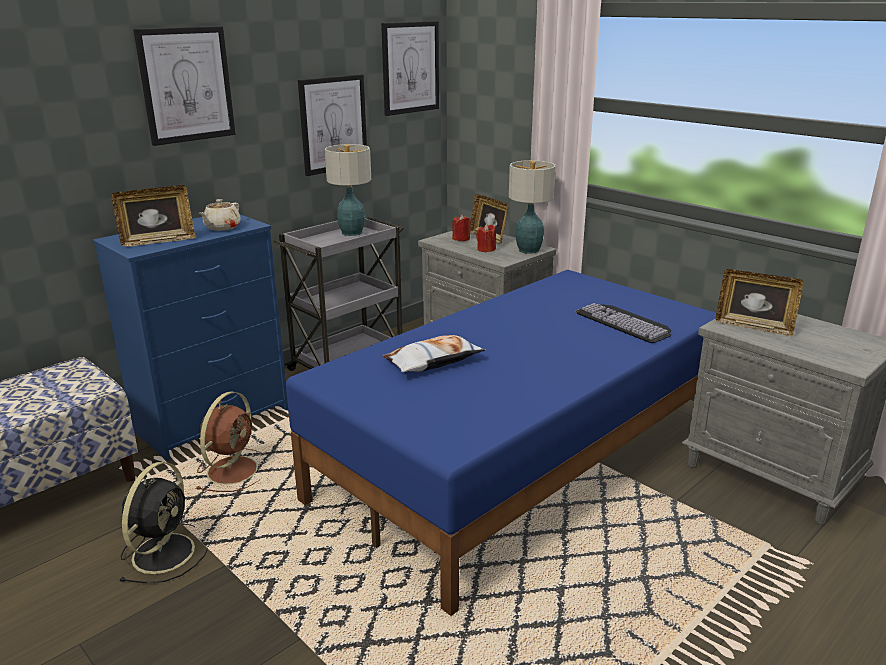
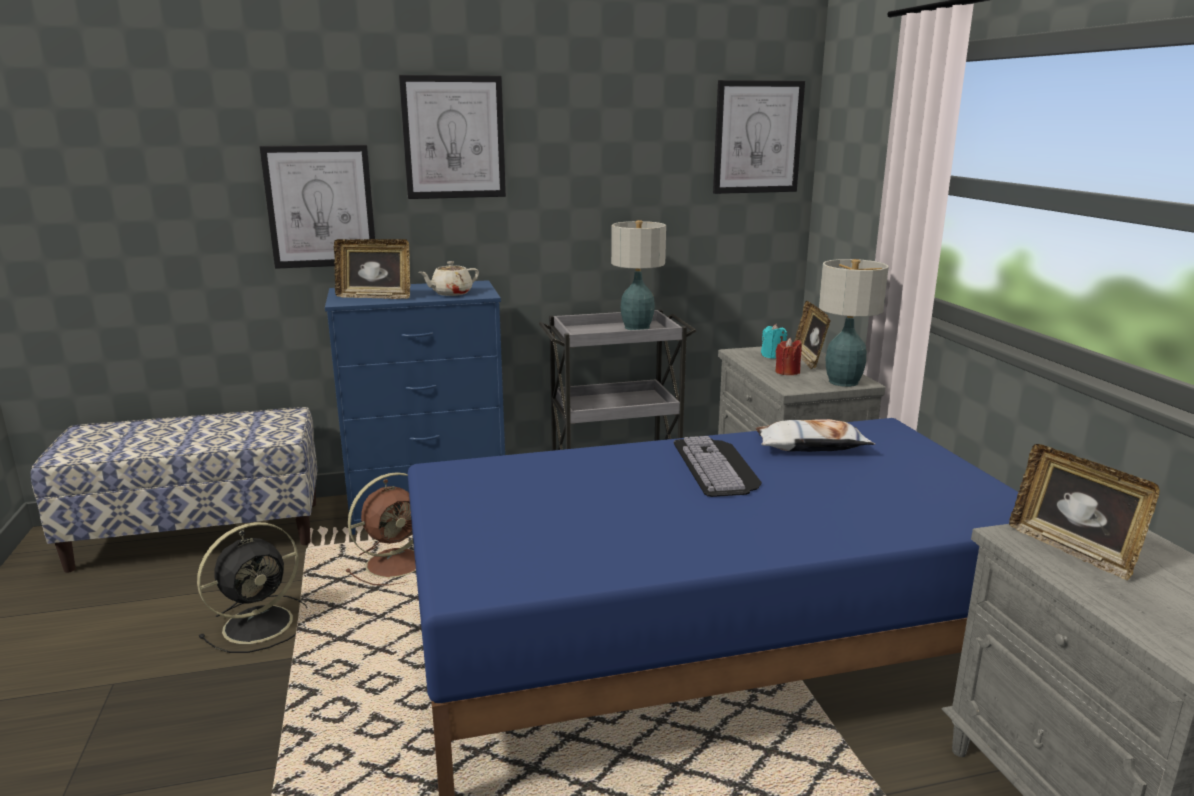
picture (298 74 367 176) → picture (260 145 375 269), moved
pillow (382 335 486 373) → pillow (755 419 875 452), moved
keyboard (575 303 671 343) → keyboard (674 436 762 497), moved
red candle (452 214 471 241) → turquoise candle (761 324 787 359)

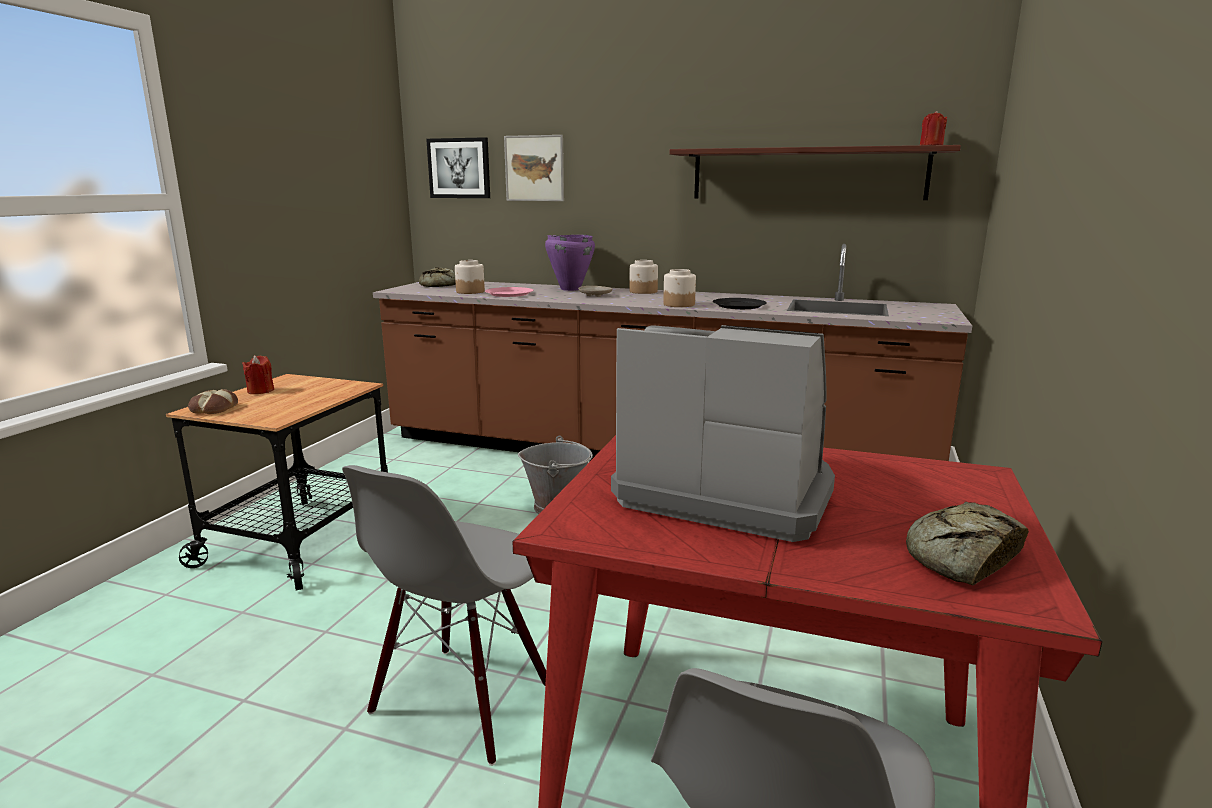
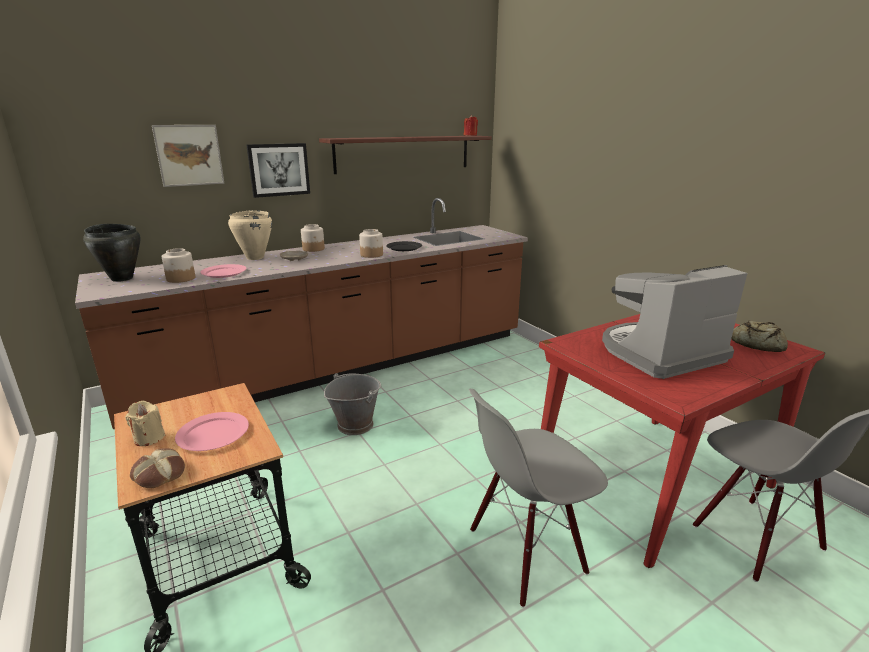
- → pink plate (175 412 249 451)
picture (426 137 490 198) → picture (246 143 310 198), moved
bread (419 267 456 287) → black cooking pot (83 224 141 282)
red candle (242 355 274 394) → beige candle (125 401 165 446)
purple cooking pot (545 234 595 291) → beige cooking pot (228 210 272 260)
grey chair (342 465 546 766) → grey chair (469 389 608 608), 90 degrees clockwise

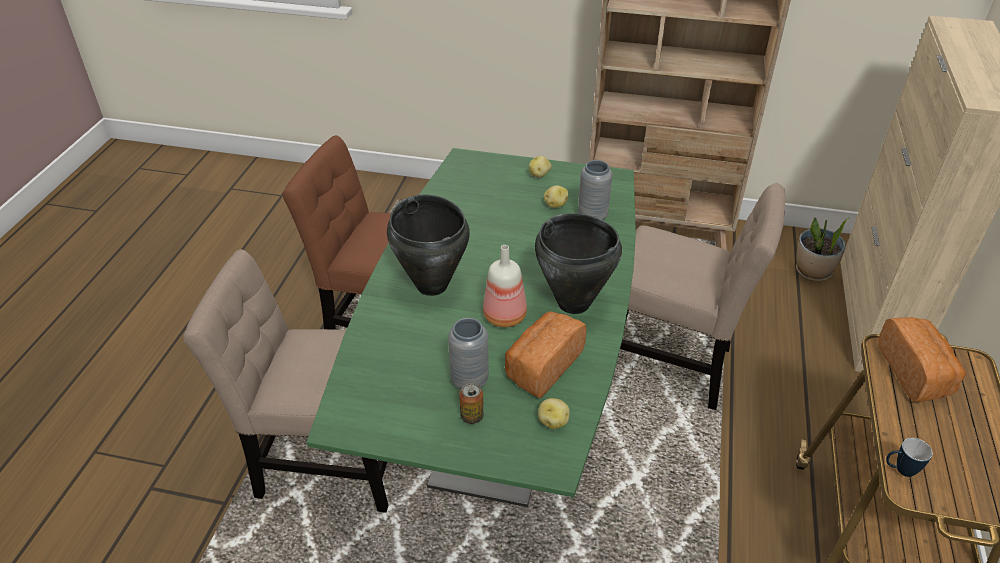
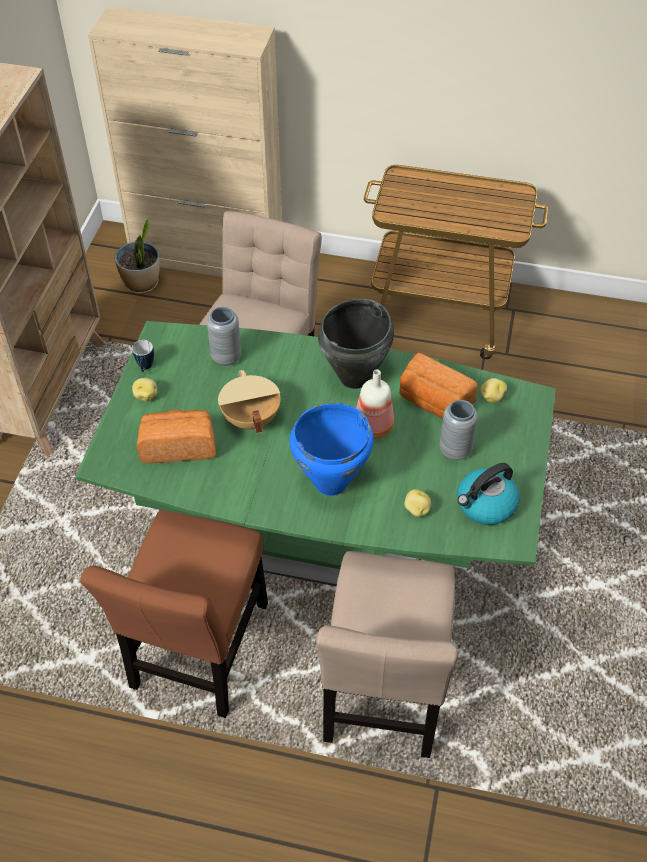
can (459 382 484 424) → -
- → beige cooking pot (218 370 281 433)
- → kettle (457 463 520 525)
potato (544 185 569 208) → potato (404 489 431 517), moved
bread (878 317 966 402) → bread (137 410 216 464), moved
mug (886 438 933 477) → mug (132 340 154 372), moved
black cooking pot (387 195 470 296) → blue cooking pot (289 403 374 496)

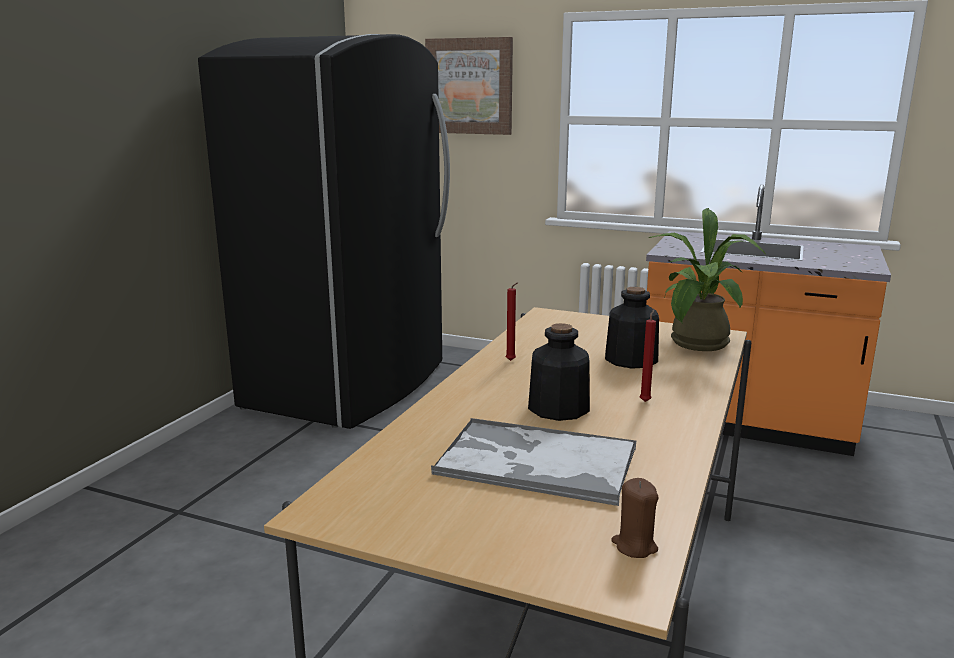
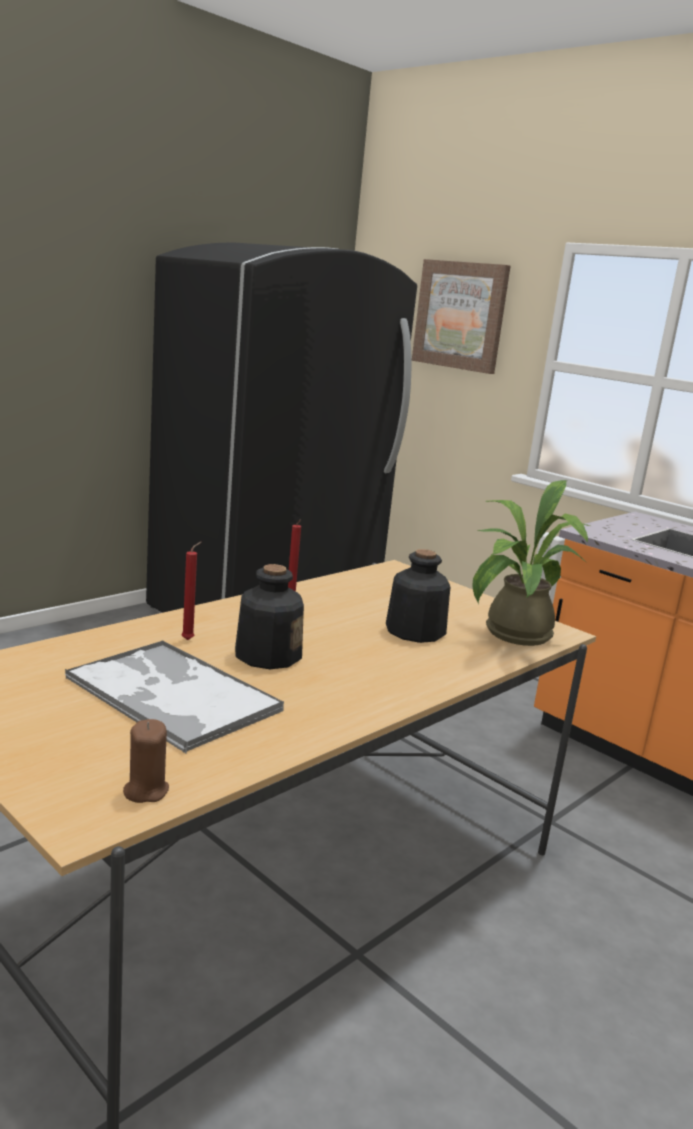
red candle (640 309 656 402) → red candle (182 541 202 640), moved

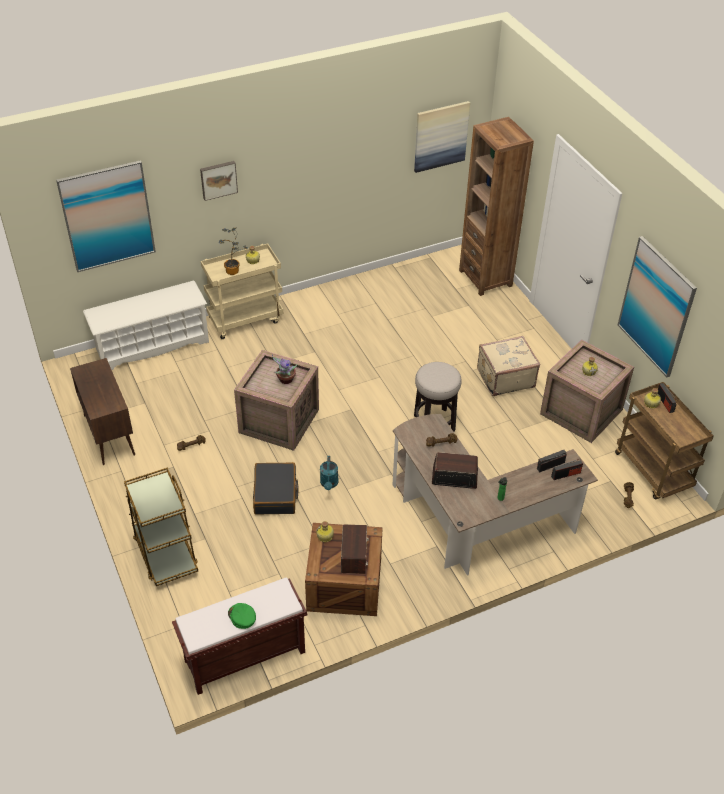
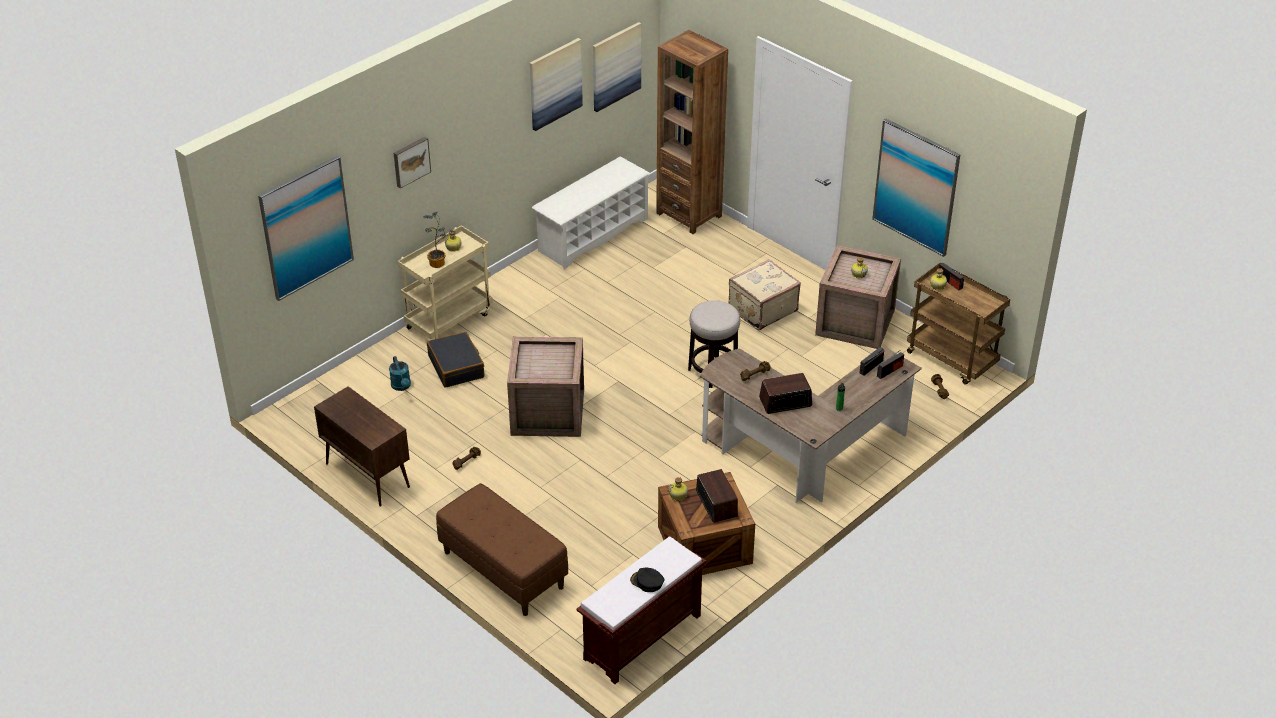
potted plant (272 354 298 384) → -
- → picture (530 38 583 131)
white shoe rack (83 281 209 370) → white shoe rack (532 156 650 269), moved
black suitcase (253 462 299 514) → black suitcase (427 331 484 388), moved
turquoise watering can (320 456 339 490) → turquoise watering can (389 356 411 391), moved
brown cart (124 468 198 586) → brown bench (436 483 568 616)
green cap (228 603 256 629) → black cap (630 568 664 592)

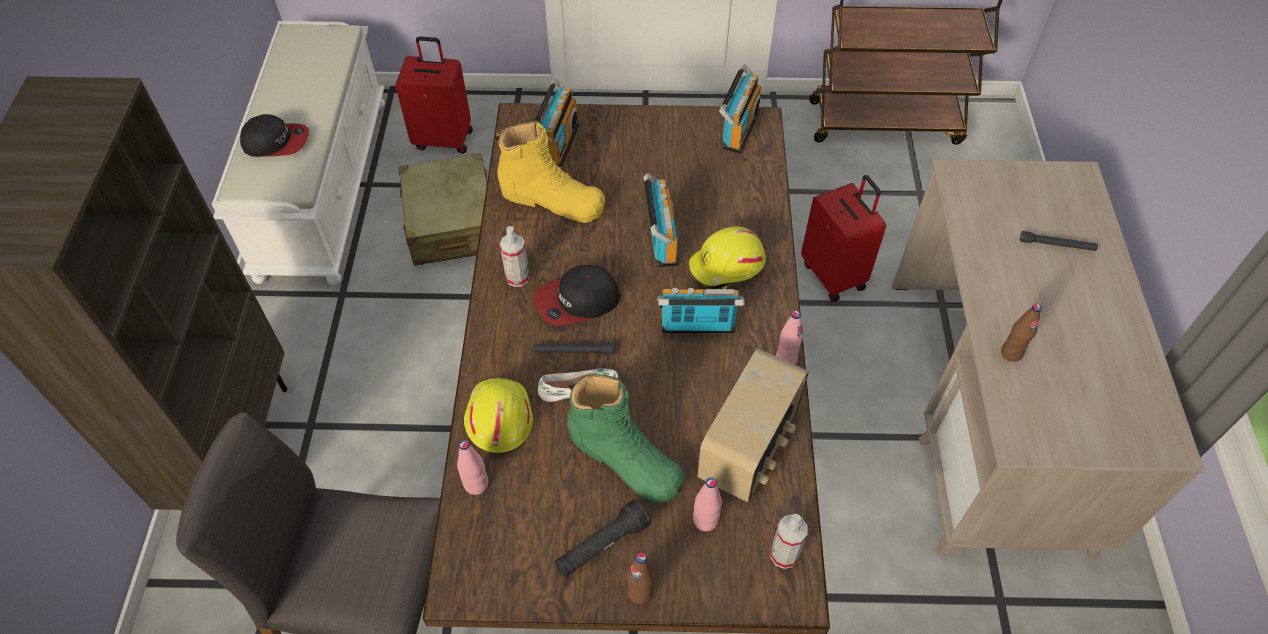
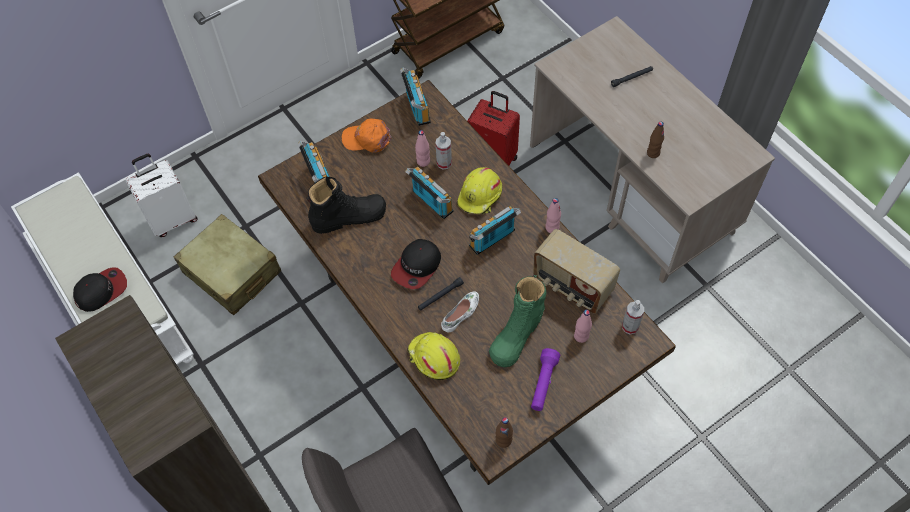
- → orange cap (341 119 392 152)
pink bottle (457 440 488 495) → pink bottle (415 130 430 167), moved
spray bottle (500 226 530 287) → spray bottle (435 132 452 169), moved
brown bottle (627 552 655 605) → brown bottle (495 417 513 448), moved
red suitcase (395 36 473 154) → white suitcase (125 154 197 237)
yellow boot (495 122 605 223) → black boot (307 177 386 234)
black flashlight (554 499 651 578) → purple flashlight (531 348 560 411)
green boot (568 374 684 504) → green boot (489 274 546 367), 120 degrees clockwise
radio (697 348 809 503) → radio (533 229 620 314), 135 degrees clockwise

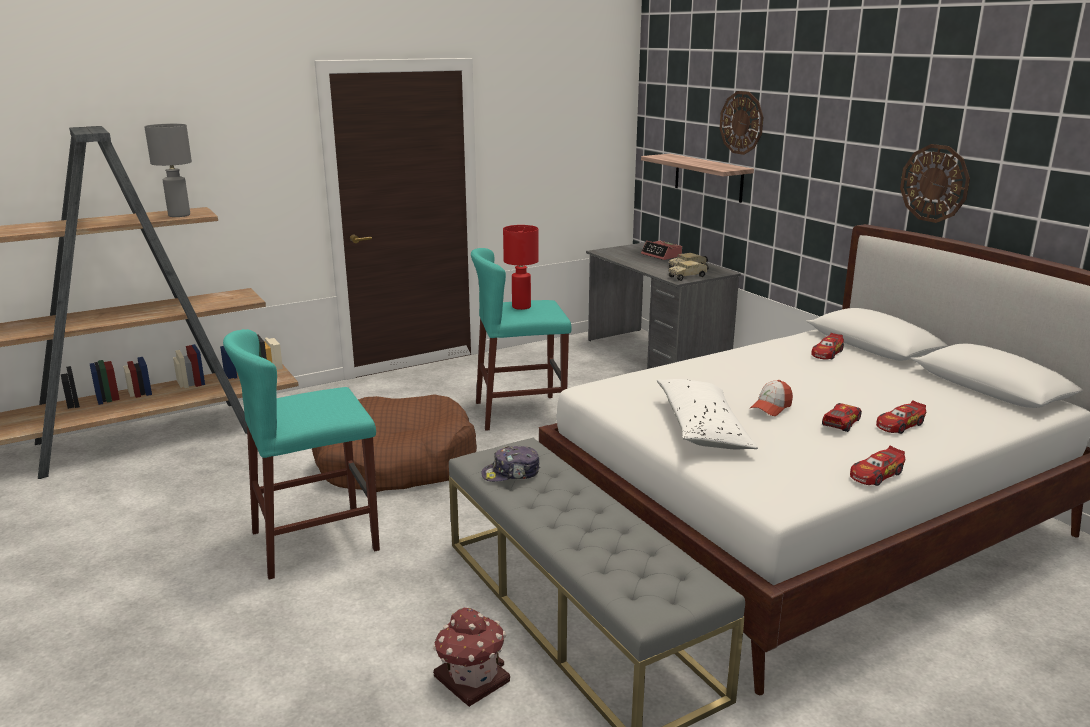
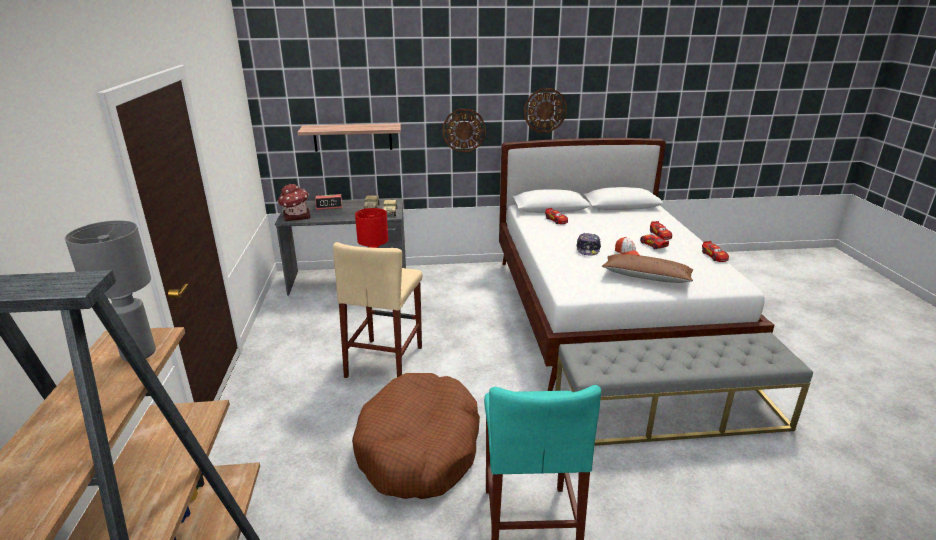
toy house (433 607 510 707) → toy house (277 184 310 221), moved
cap (481 446 540 482) → cap (576 233 601 256), moved
wall clock (720 91 763 155) → wall clock (443 109 486 152), moved
turquoise stool (471 248 572 431) → beige stool (333 242 422 378)
white pillow (657 379 758 449) → brown pillow (602 254 693 283)

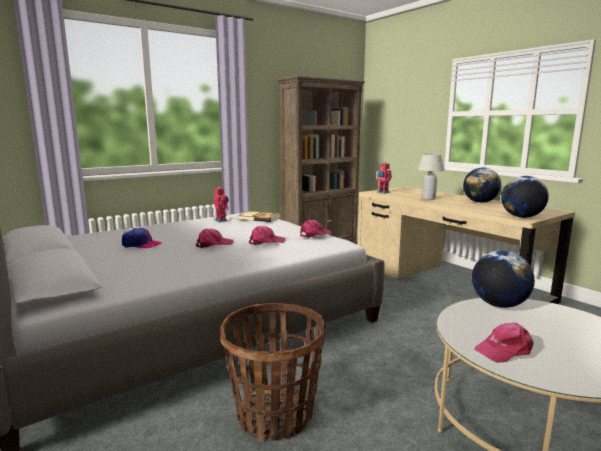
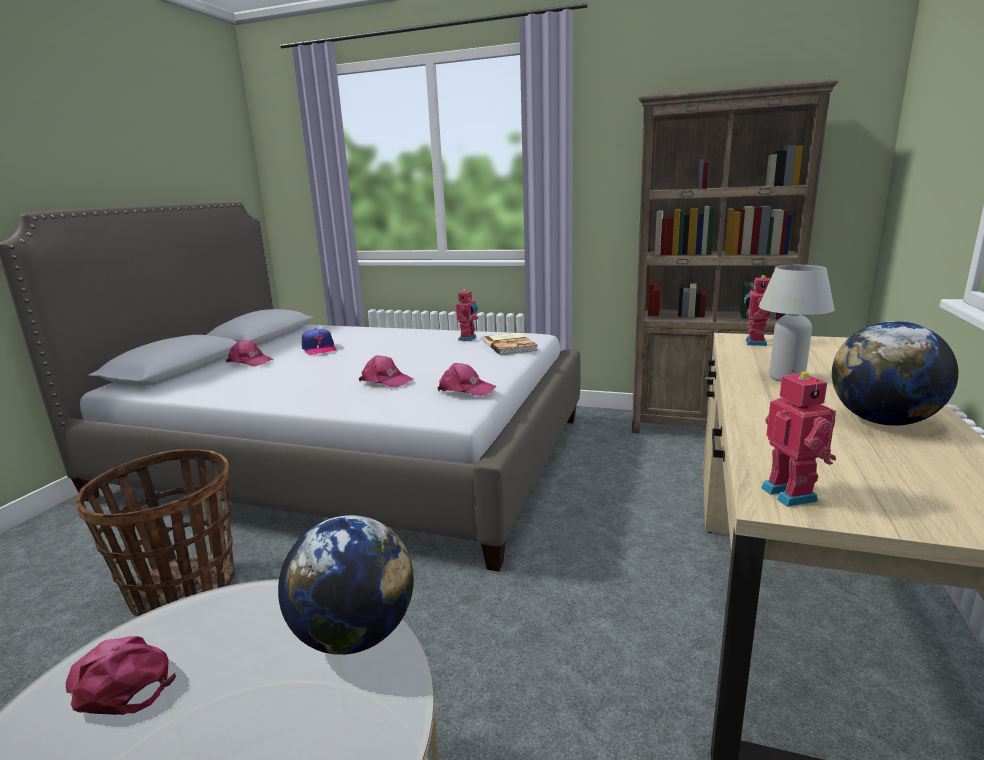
pink cap (196 229 234 248) → pink cap (226 340 274 367), moved
globe (501 176 549 218) → toy robot (761 369 836 507)

